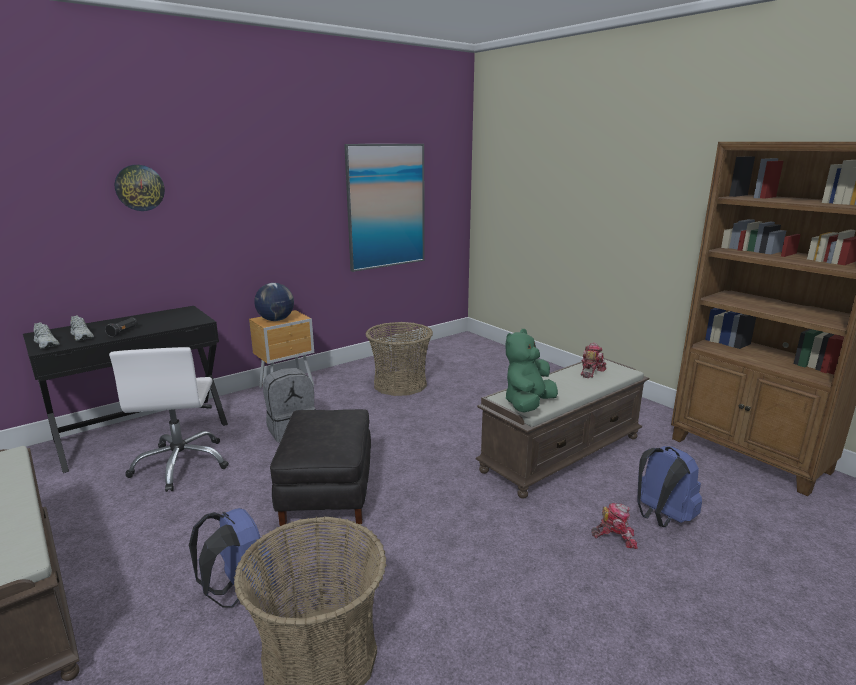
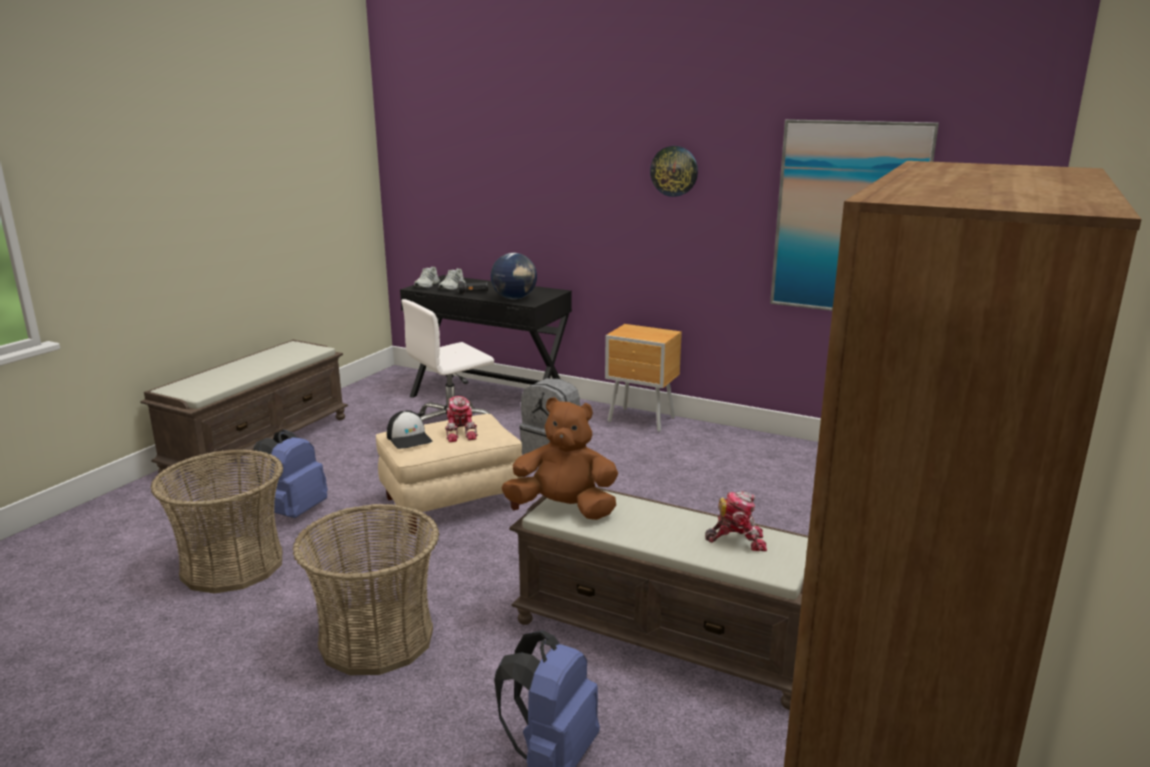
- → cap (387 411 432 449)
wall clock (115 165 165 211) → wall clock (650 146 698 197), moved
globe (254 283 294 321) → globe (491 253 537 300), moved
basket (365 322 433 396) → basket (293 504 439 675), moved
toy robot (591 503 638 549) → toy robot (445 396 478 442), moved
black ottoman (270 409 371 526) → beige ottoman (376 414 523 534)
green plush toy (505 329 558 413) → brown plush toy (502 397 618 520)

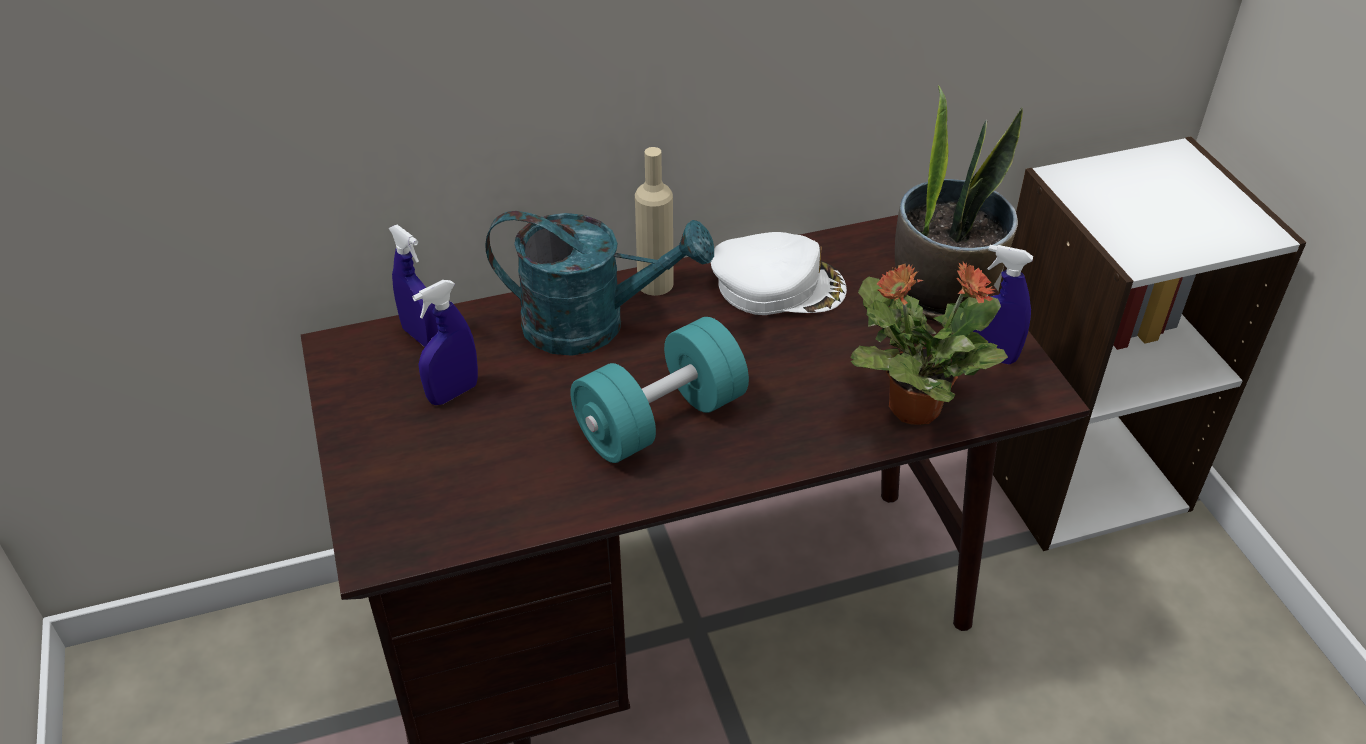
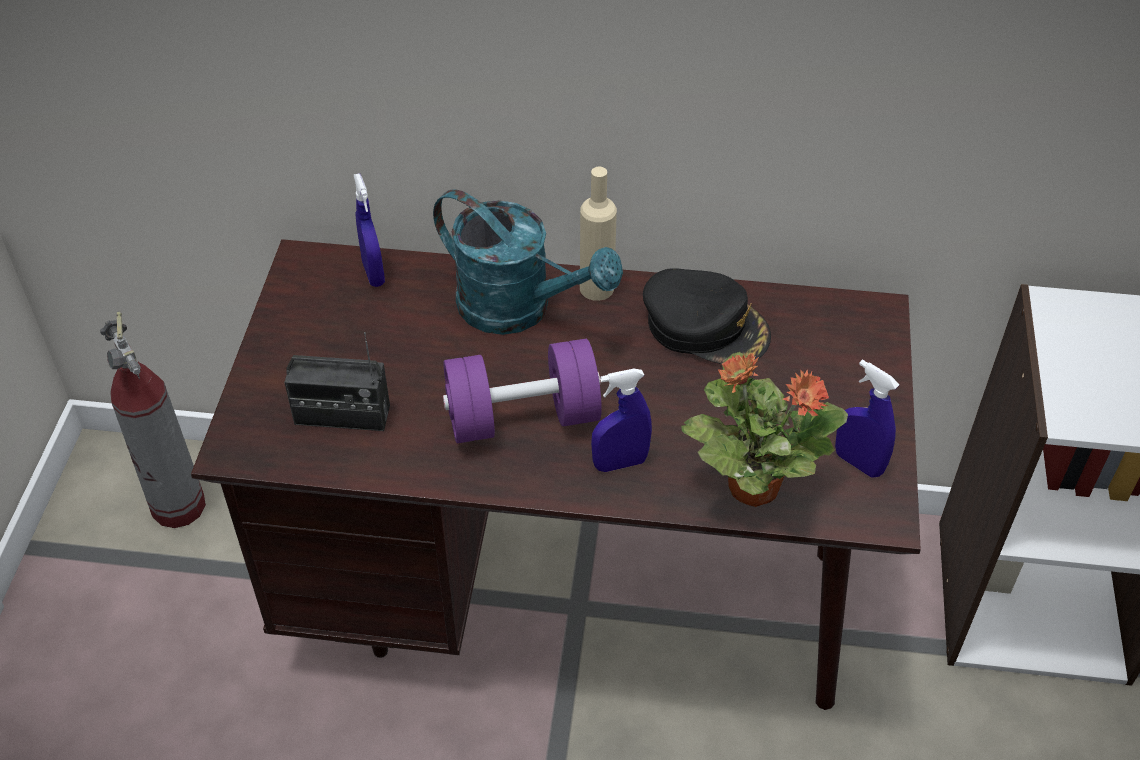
potted plant (895 85 1023 321) → -
- → fire extinguisher (100 311 206 528)
- → radio (284 332 390 431)
blue spray bottle (412 280 478 405) → blue spray bottle (591 369 652 472), moved
turquoise dumbbell (570 317 749 463) → purple dumbbell (443 339 602 443)
white cap (711 232 847 315) → black cap (643 268 771 364)

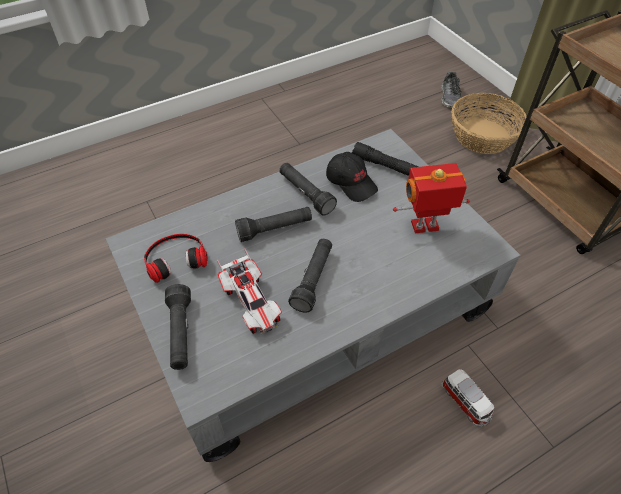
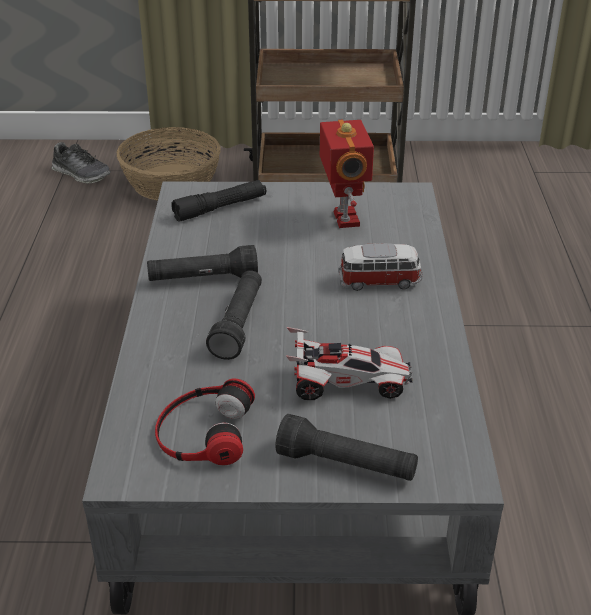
black flashlight (288 239 332 312) → -
black cap (326 152 378 202) → -
toy car (441 369 494 427) → toy car (338 243 423 291), moved
toy robot (393 163 470 233) → toy robot (320 119 374 228), 150 degrees clockwise

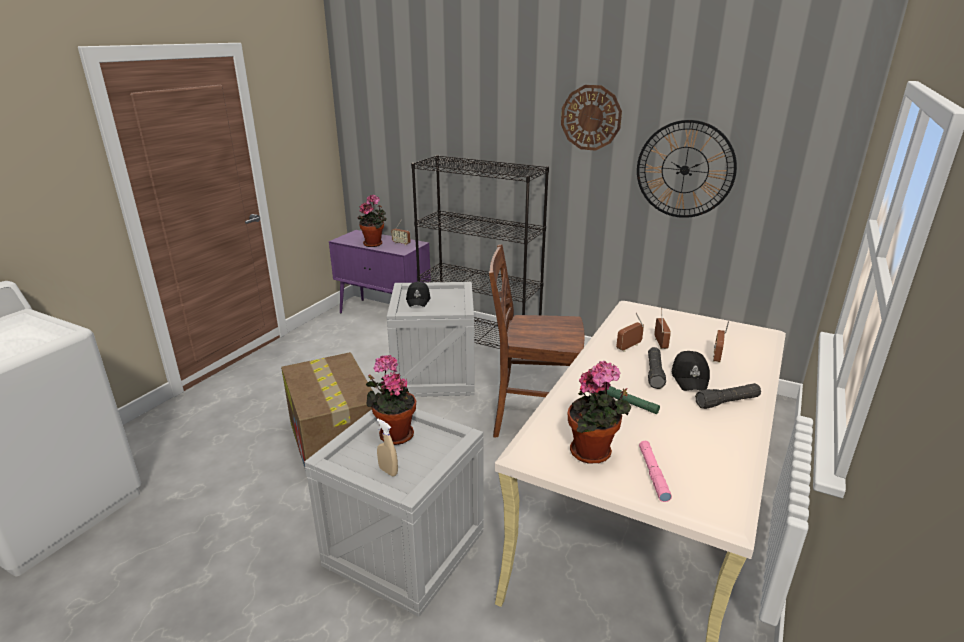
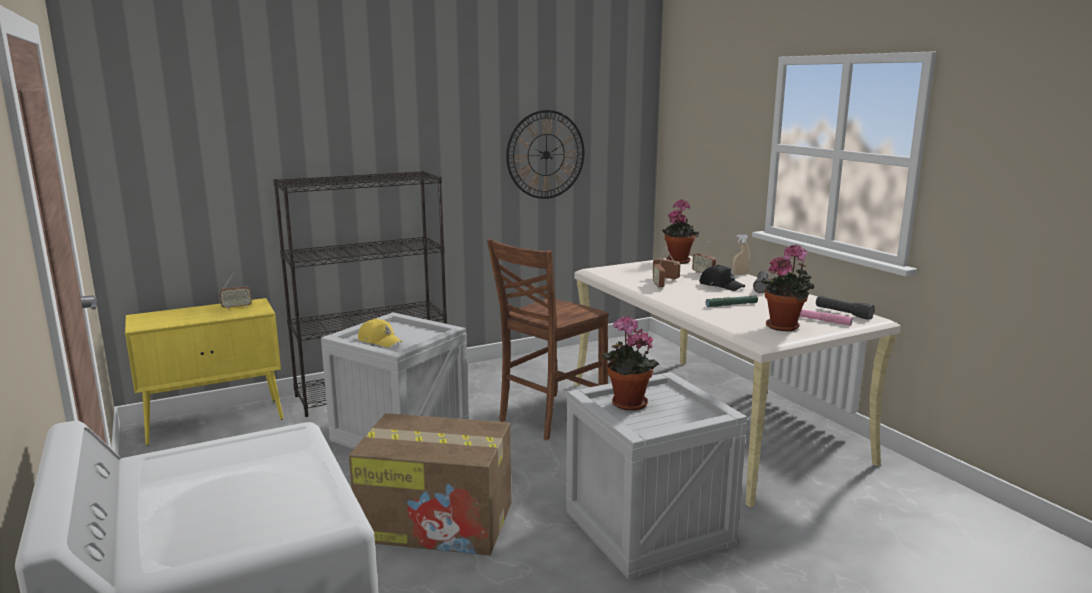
wall clock (561 85 622 151) → -
potted plant (358 194 386 247) → potted plant (662 199 699 264), moved
beige spray bottle (377 419 398 476) → beige spray bottle (733 234 750 275), moved
black flashlight (648 347 666 389) → black flashlight (816 296 875 320), moved
purple cabinet (329 230 431 313) → yellow cabinet (125 298 284 445)
black cap (406 282 430 307) → yellow cap (358 319 402 347)

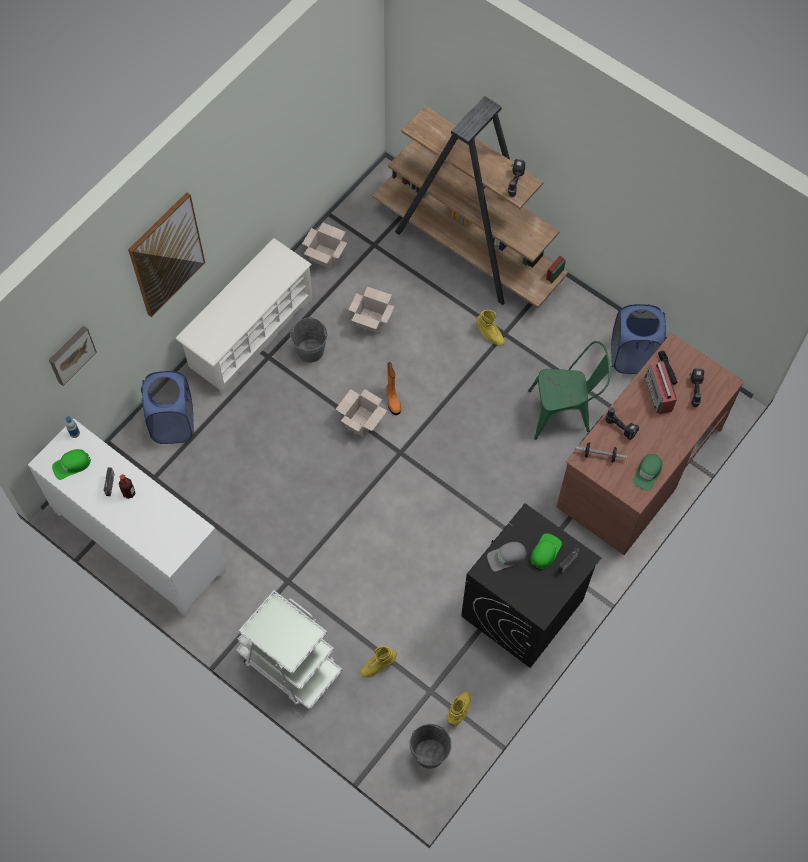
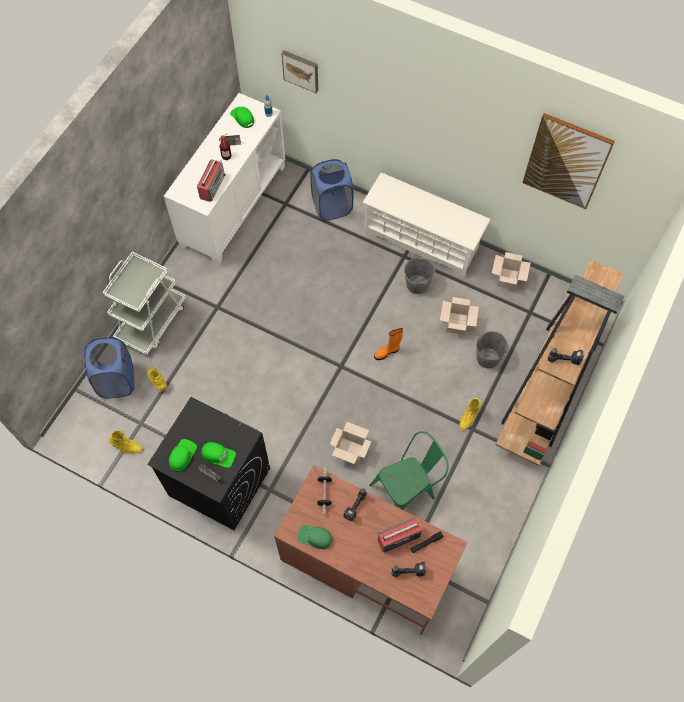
grey cap (487 542 527 571) → -
- → green cap (169 439 197 472)
- → radio (197 159 226 202)
picture (128 192 205 317) → picture (522 113 615 209), moved
cardboard box (336 389 387 437) → cardboard box (330 422 371 464), moved
grey bucket (409 724 452 769) → grey bucket (476 331 508 368), moved
blue laundry basket (611 304 666 374) → blue laundry basket (84 337 134 399), moved
green chair (528 341 611 440) → green chair (369 431 449 510), 105 degrees counterclockwise

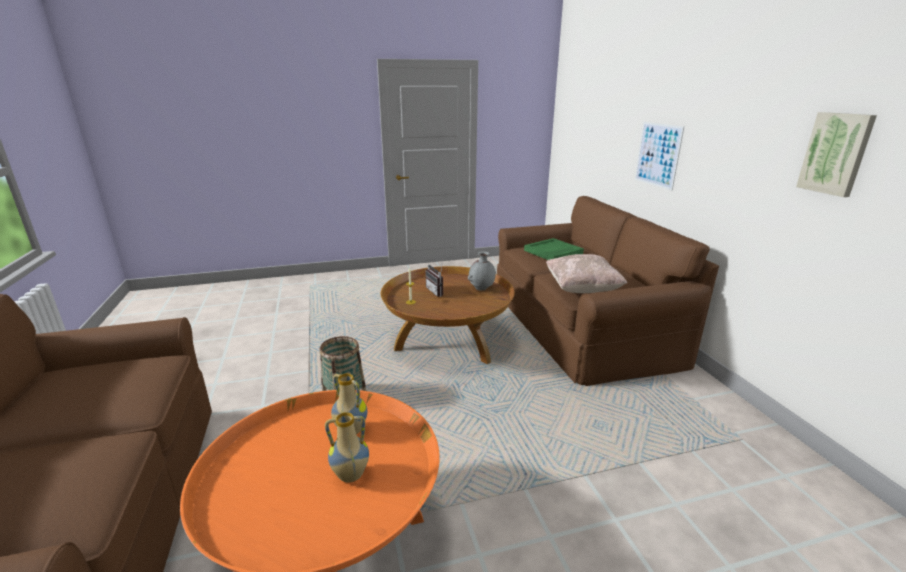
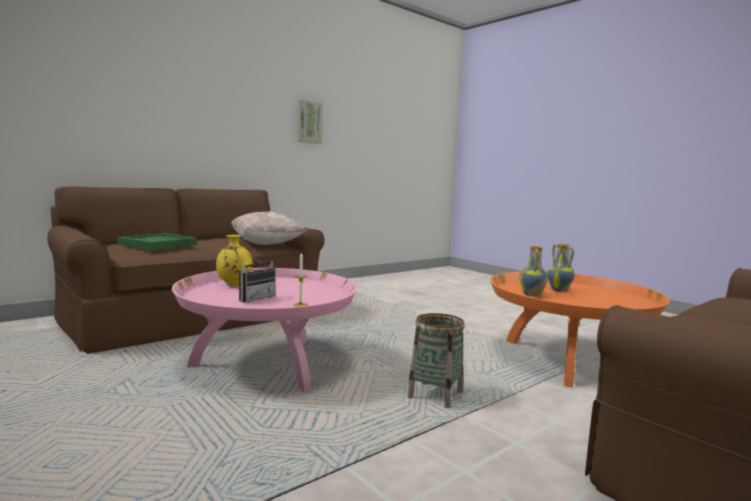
picture (635 122 684 190) → -
brown coffee table (380 266 515 364) → pink coffee table (172 268 357 392)
grey vase (468 251 496 291) → yellow vase (216 235 253 286)

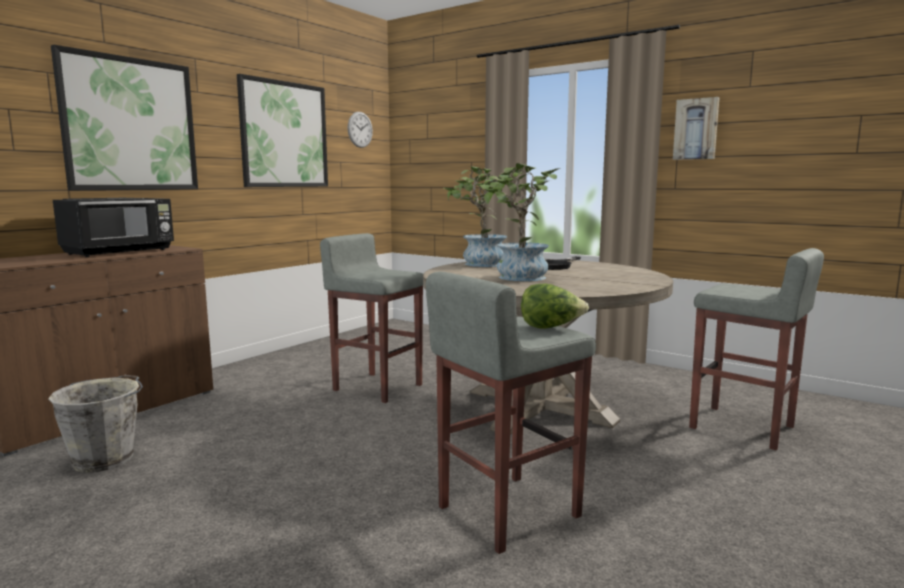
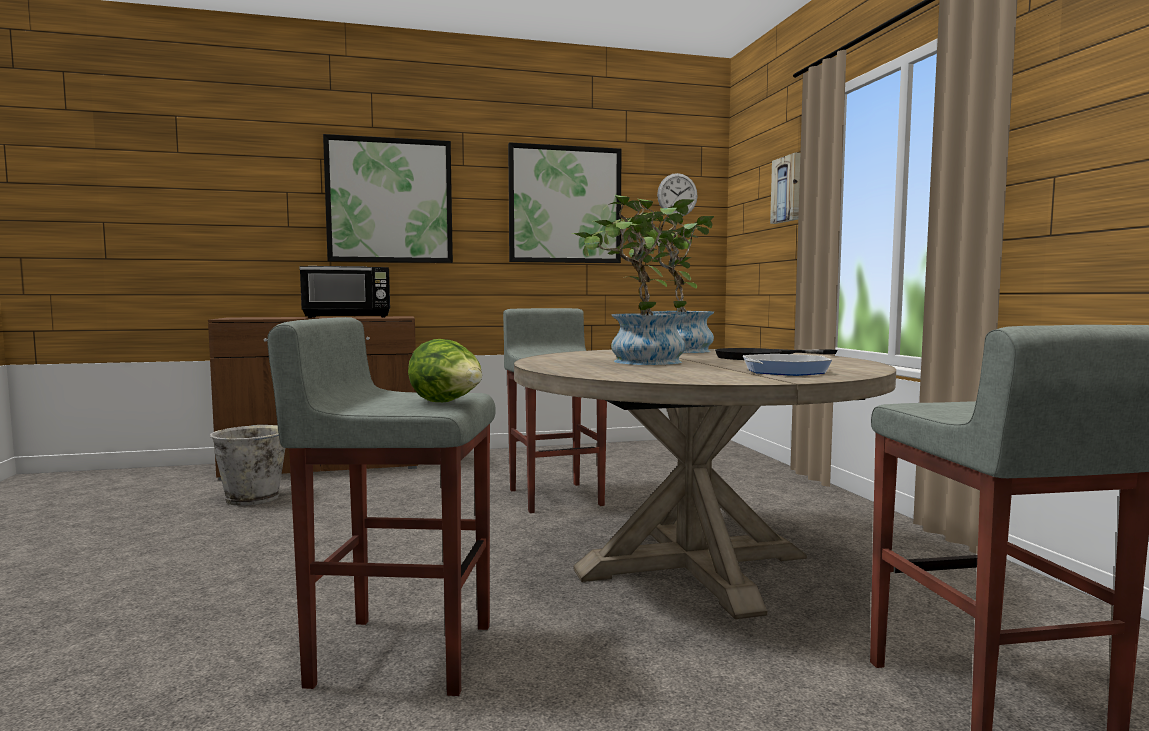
- → frying pan (743 354 832 376)
picture (673 97 720 160) → picture (770 153 800 224), moved

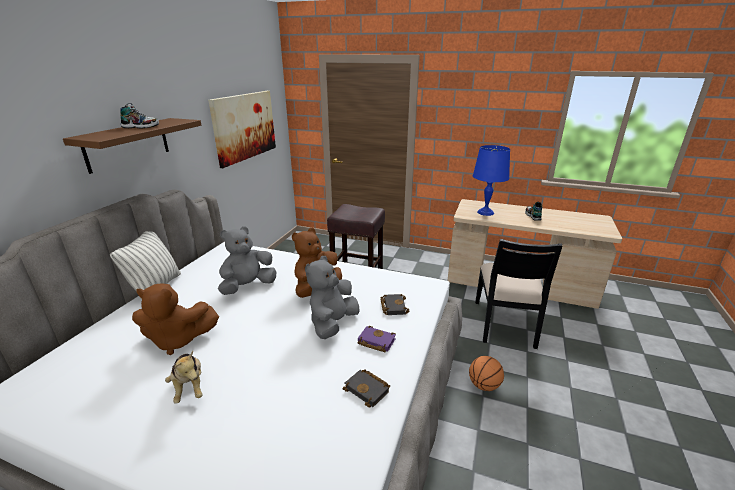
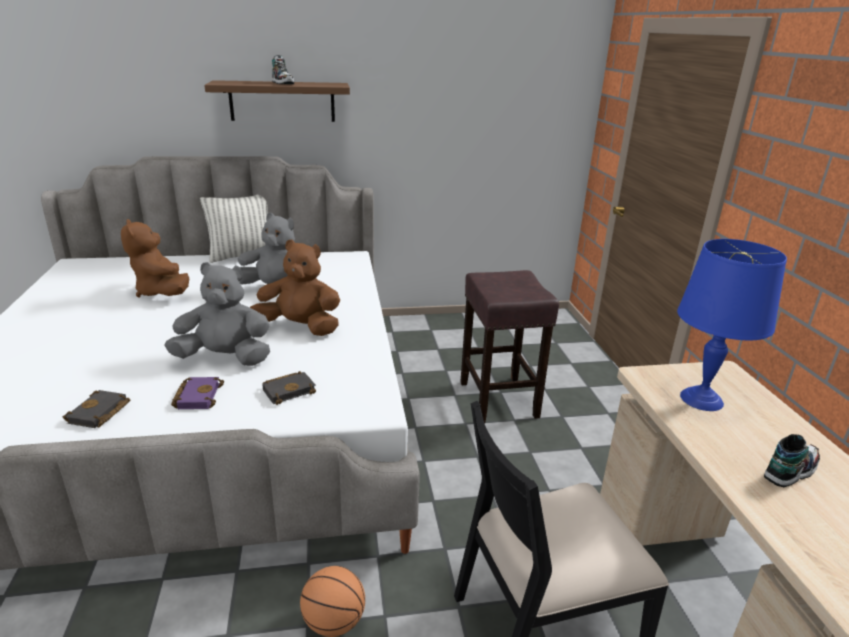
plush toy (165 351 203 404) → -
picture (208 91 276 168) → -

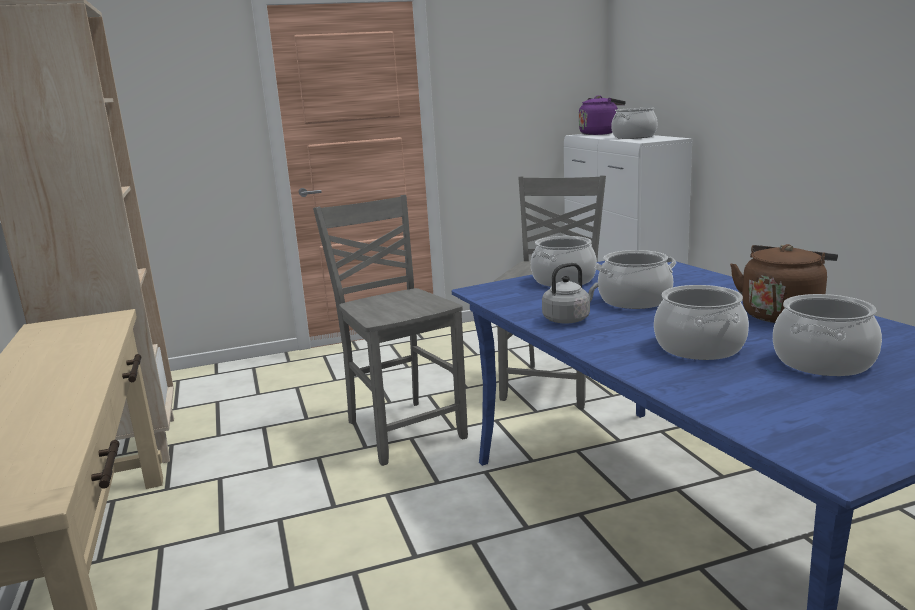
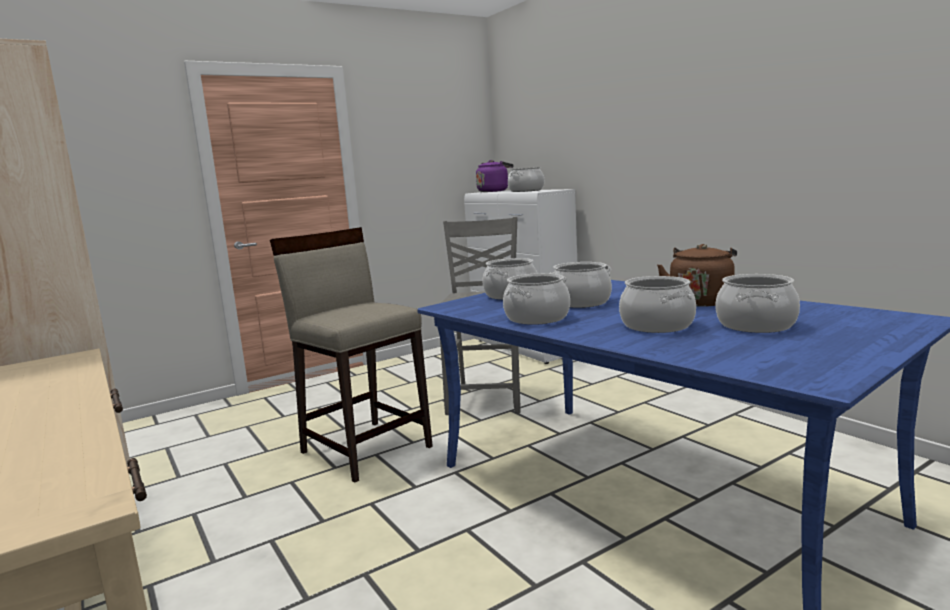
grey chair (313 195 468 466) → beige stool (270 227 433 482)
grey kettle (542 263 599 324) → cooking pot (503 273 570 325)

